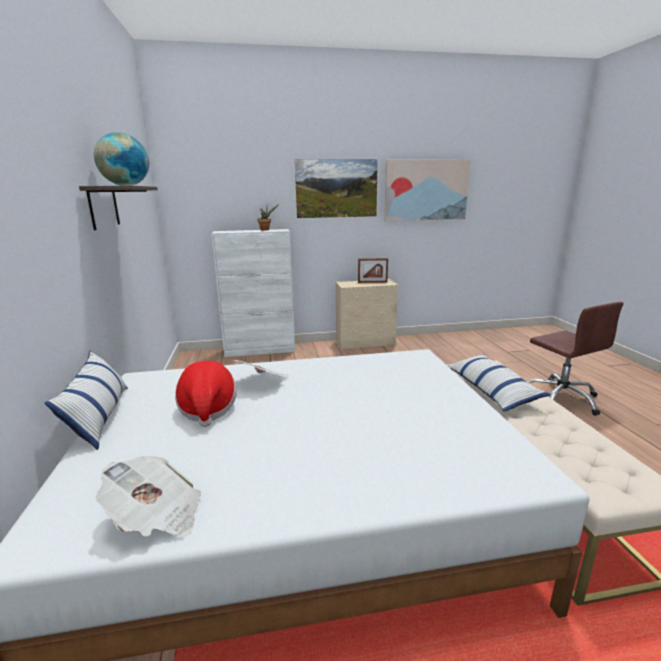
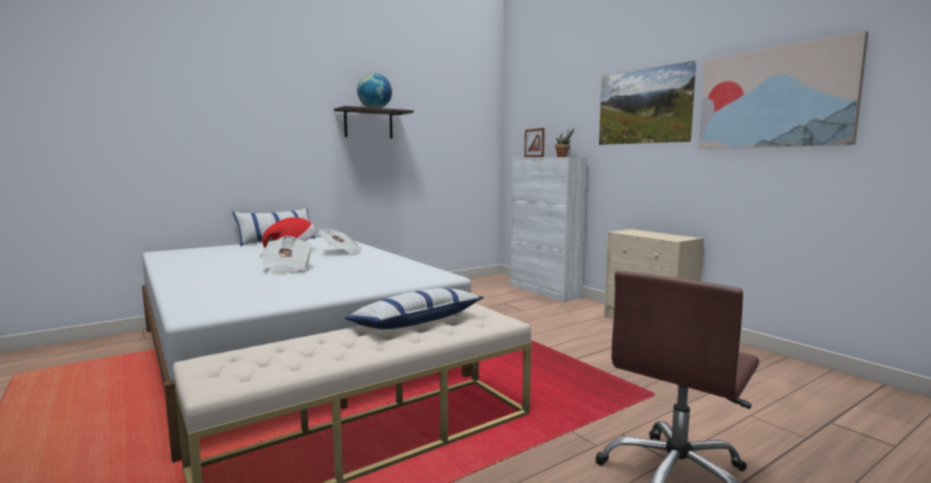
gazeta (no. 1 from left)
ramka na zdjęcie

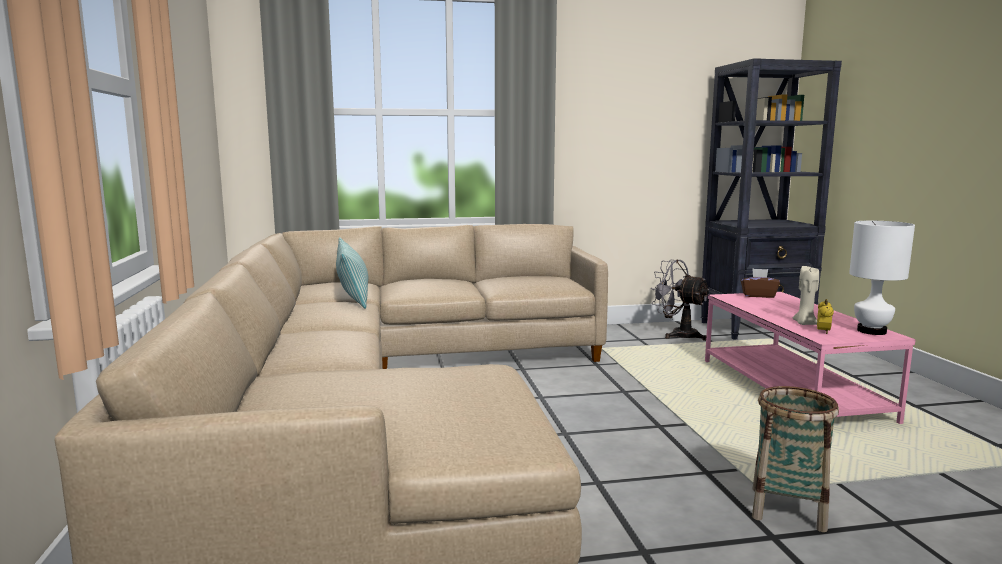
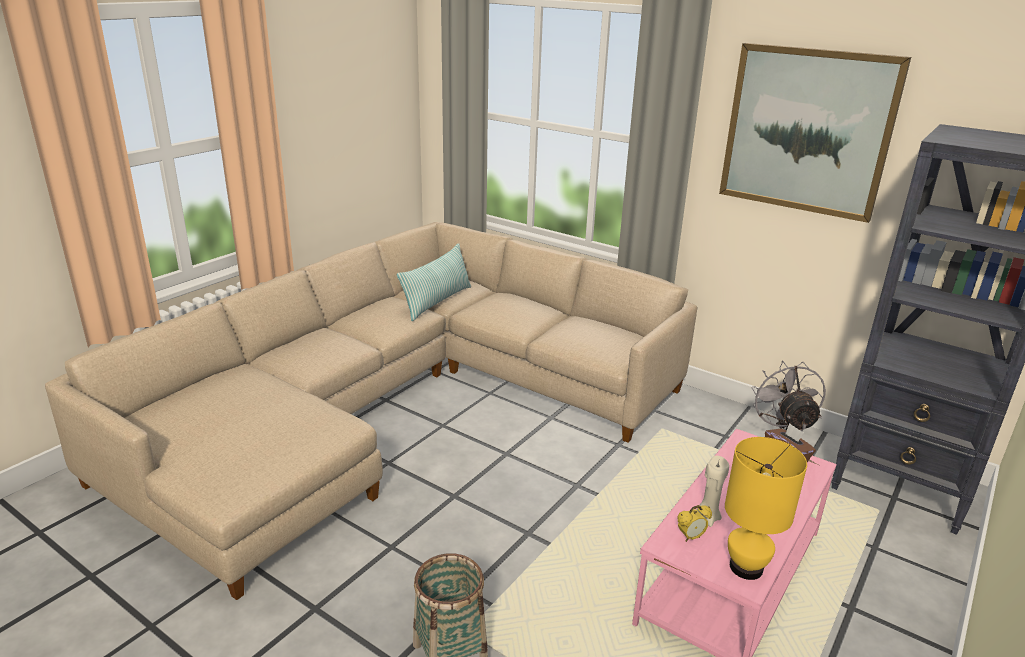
obraz
lampa stołowa [żółty]

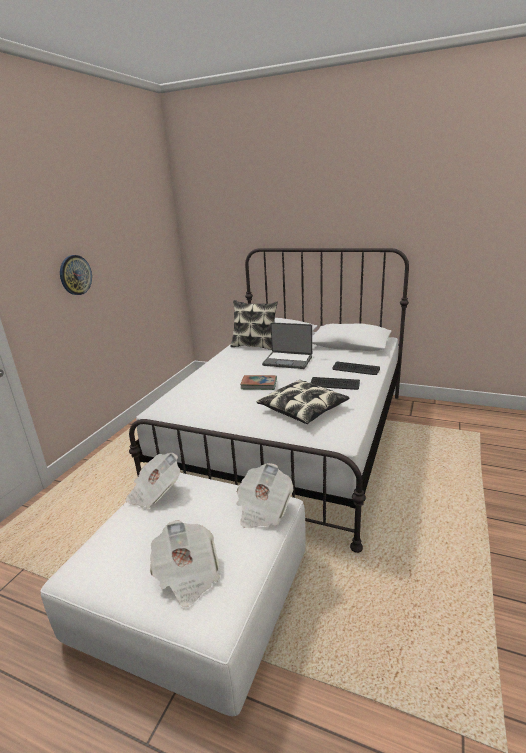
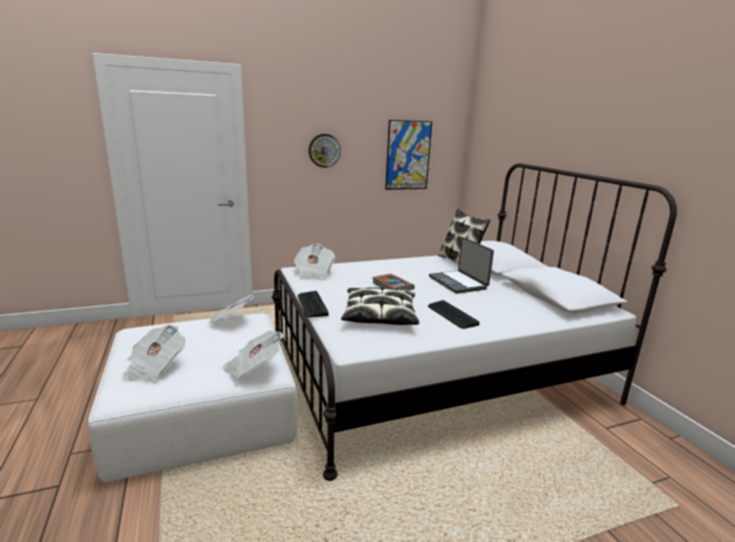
gazeta (no. 4 from left)
obraz
klawiatura (no. 1 from left)

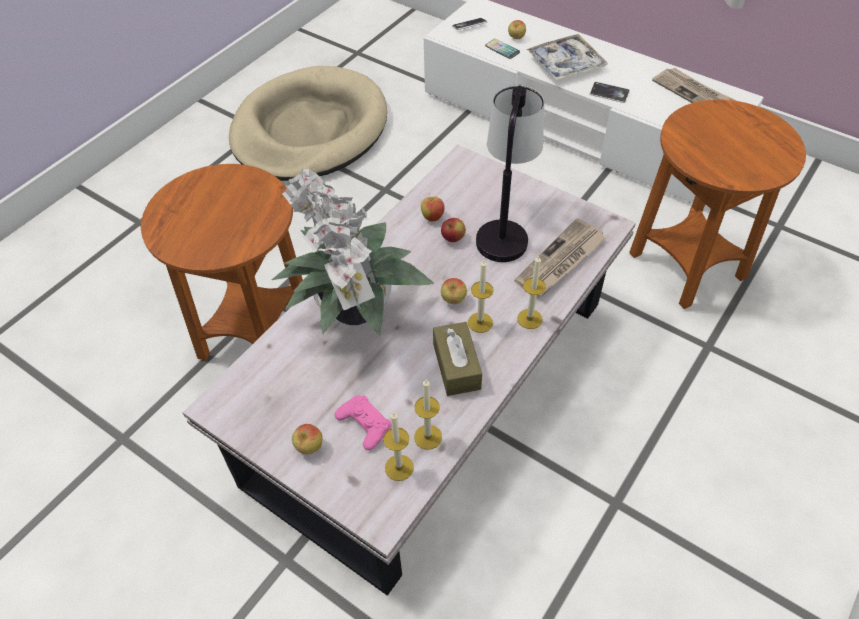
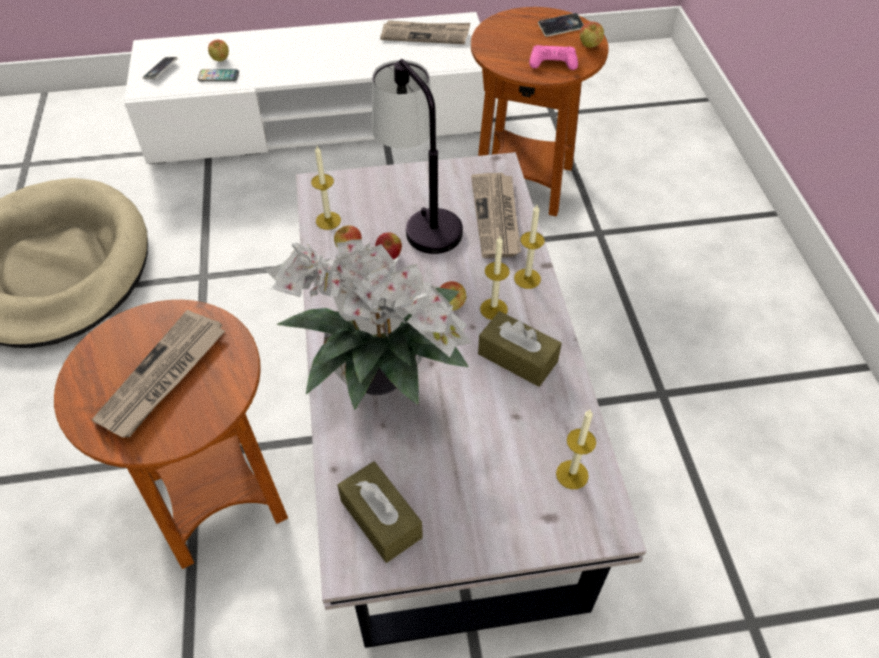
taca
gazeta (no. 1 from left)
pudełko chusteczek [brązowy] (no. 1 from left)
jabłko (no. 5 from left)
pad do gier [różowy]
świeca (no. 1 from left)
telefon (no. 3 from left)

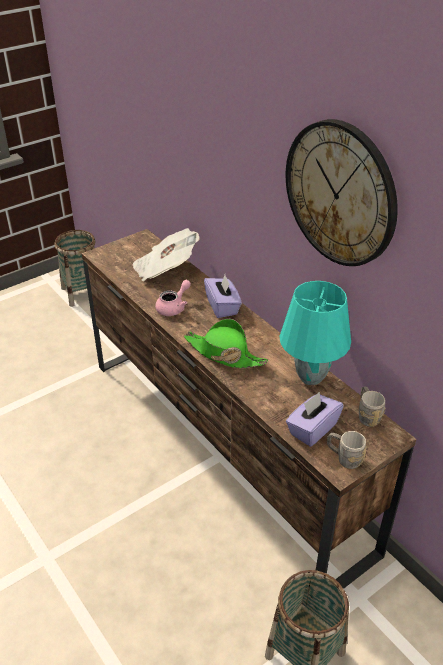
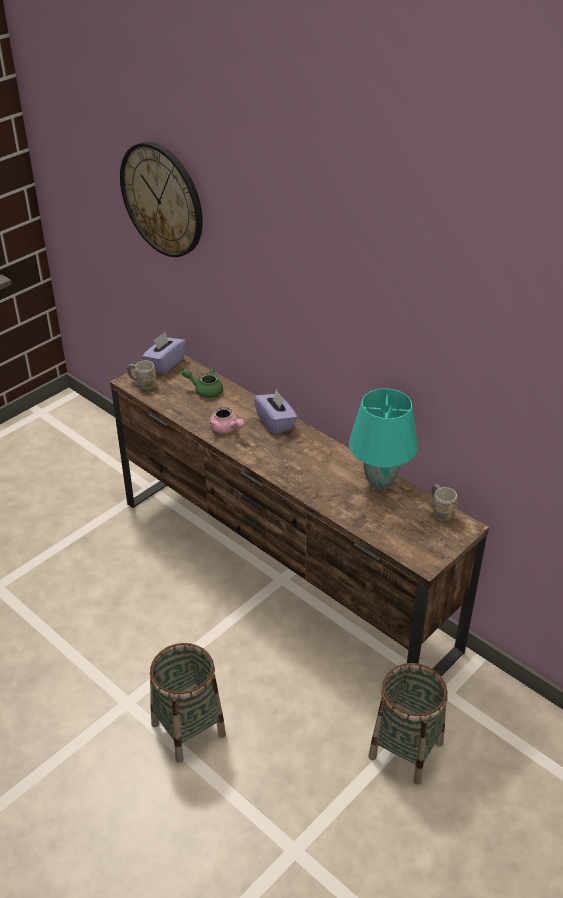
kapelusz [zielony]
koszyk (no. 1 from left)
zegar ścienny
pudełko chusteczek [fioletowy] (no. 1 from left)
kubek [szary] (no. 1 from left)
imbryk [zielony]
imbryk [różowy]

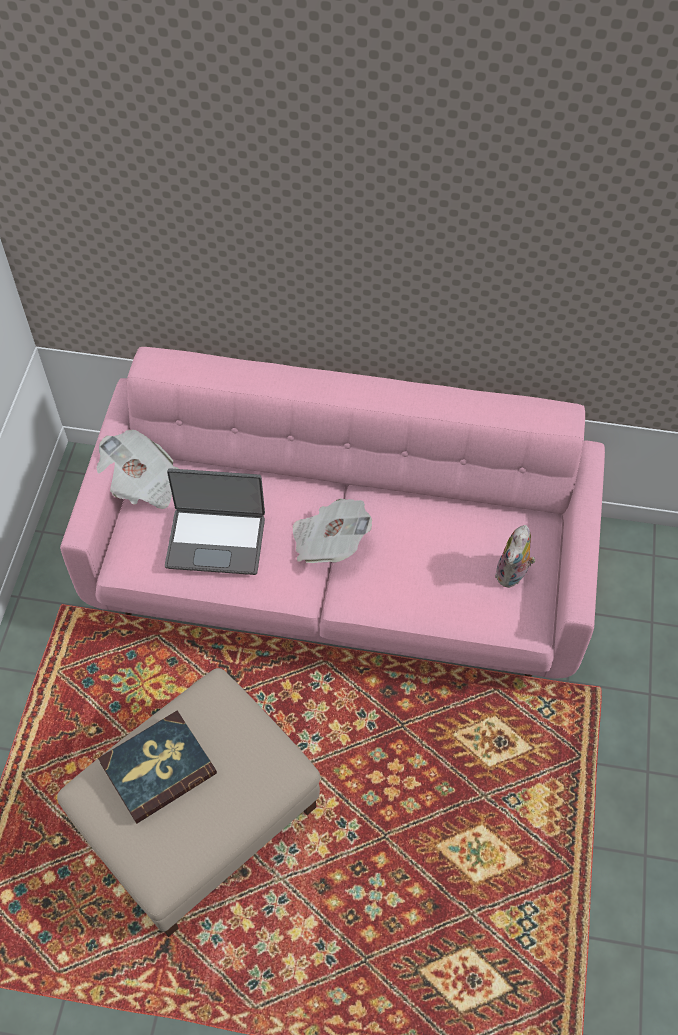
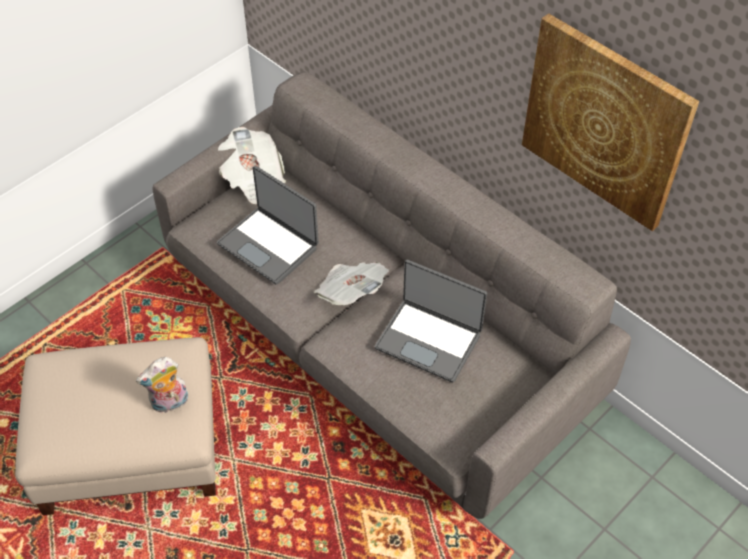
książka
laptop (no. 2 from left)
obraz
pluszak
kanapa [szary]

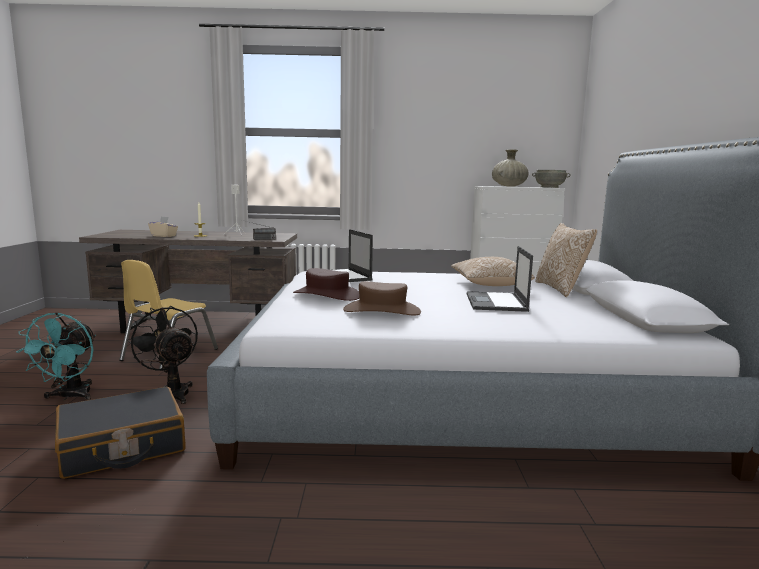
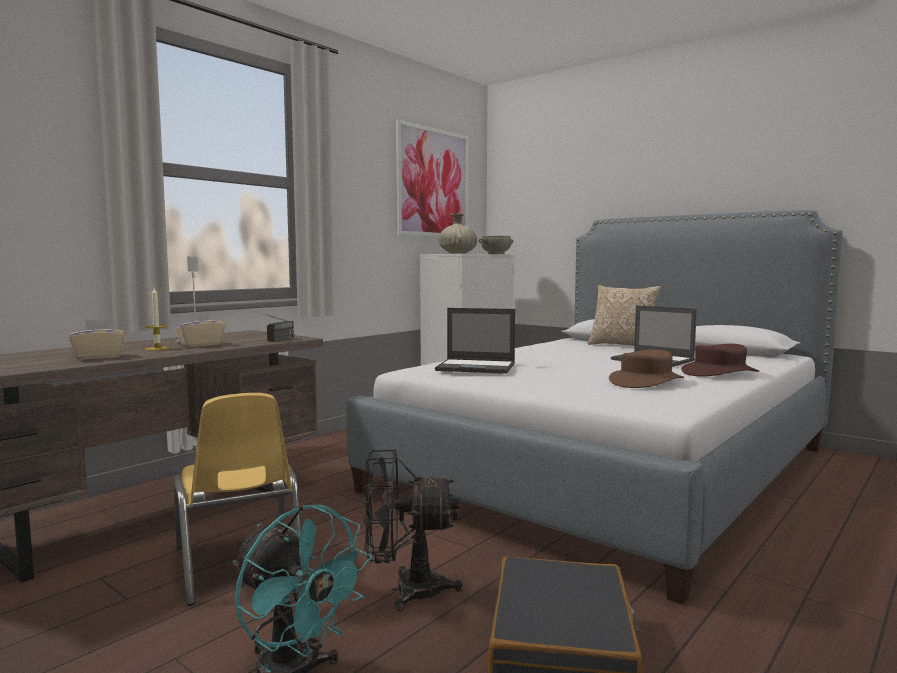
poduszka (no. 1 from left in the first image)
pudełko chusteczek [beżowy] (no. 2 from left)
obraz
kapelusz [brązowy] (no. 2 from left)

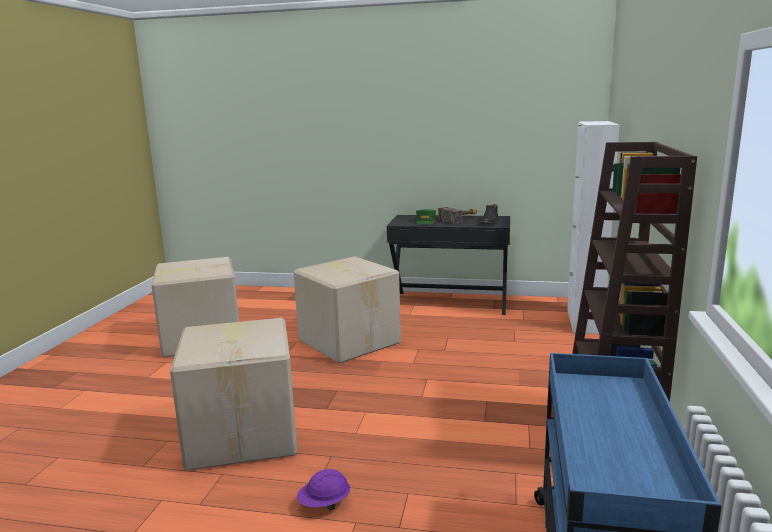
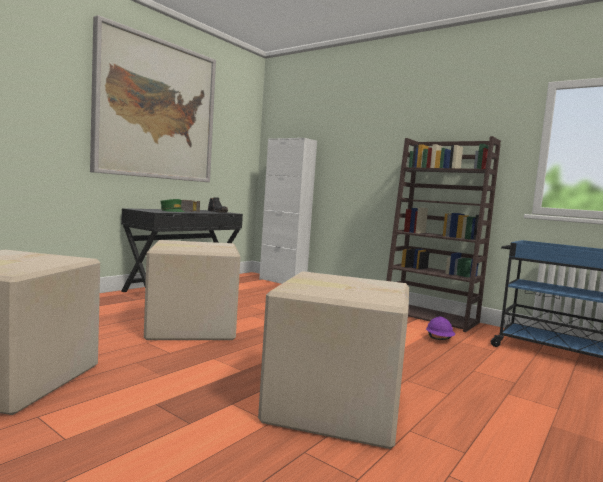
obraz
kask [fioletowy]

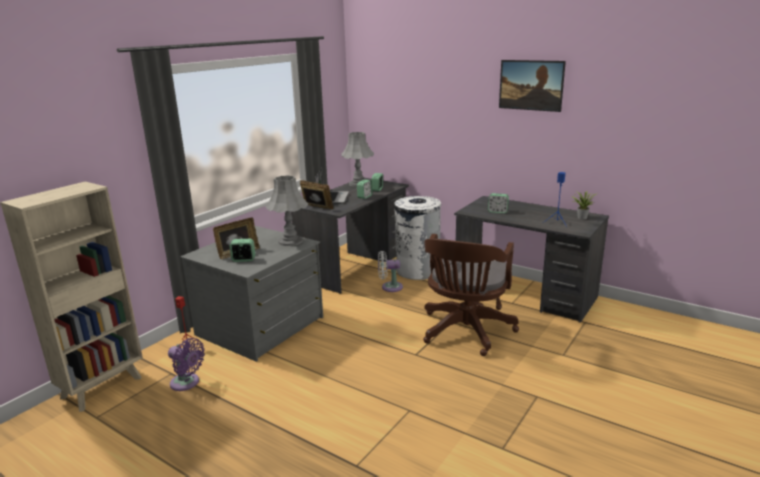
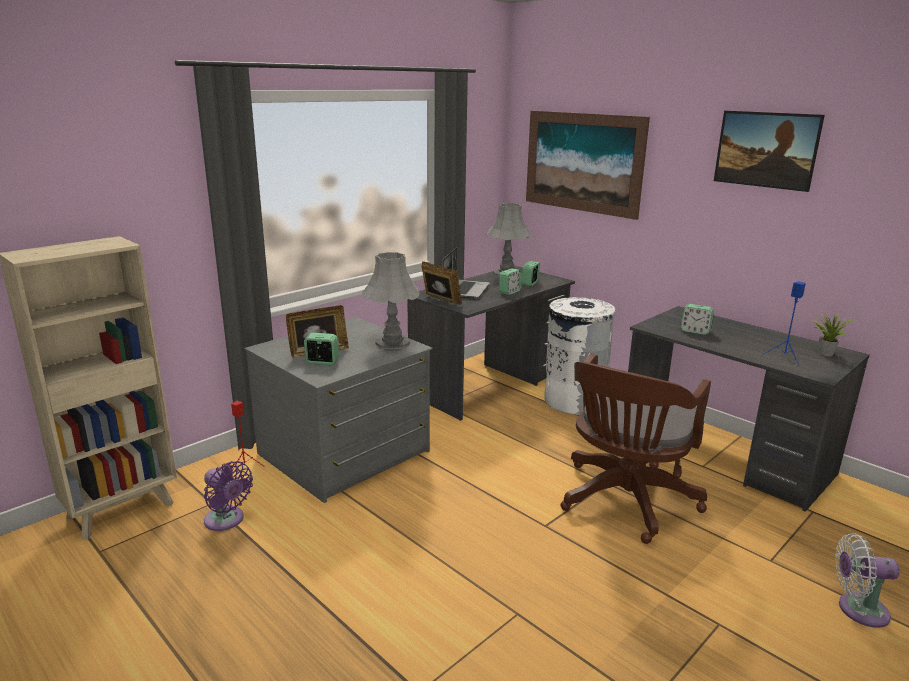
obraz (no. 1 from left)
wentylator [biały]

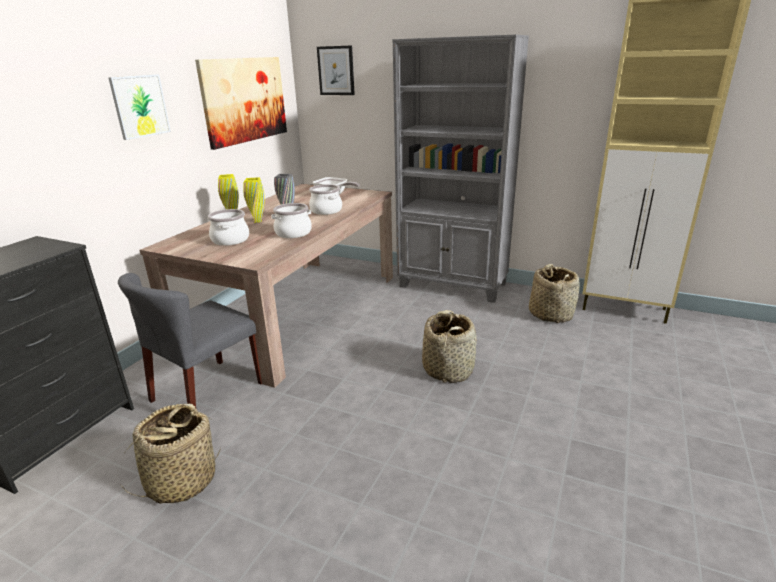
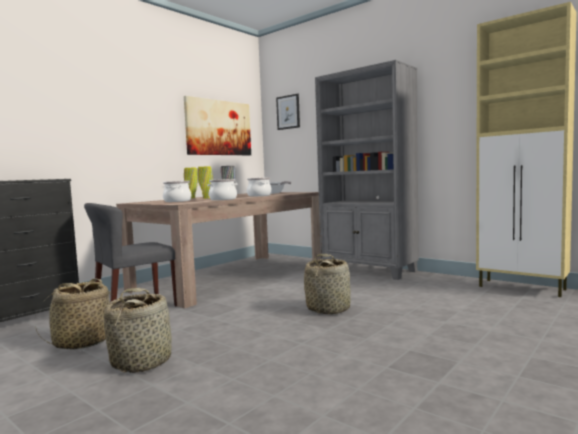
obraz (no. 1 from left in the first image)
koszyk (no. 2 from left)

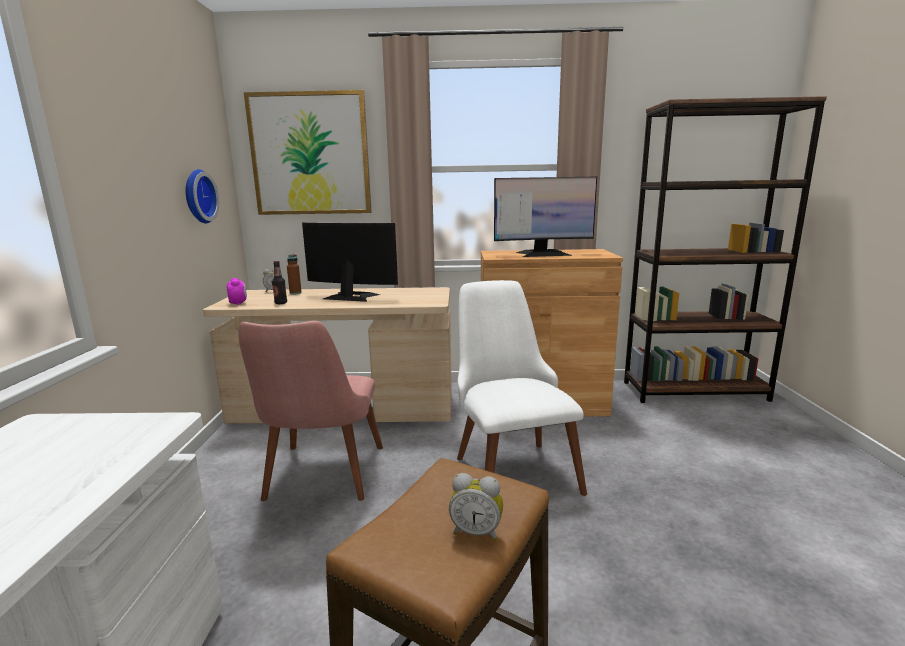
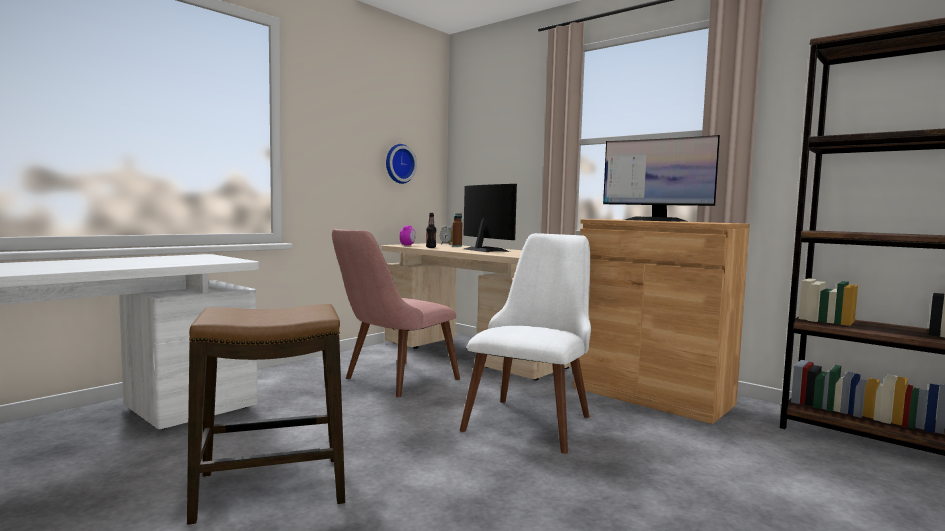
obraz
budzik (no. 3 from left in the first image)

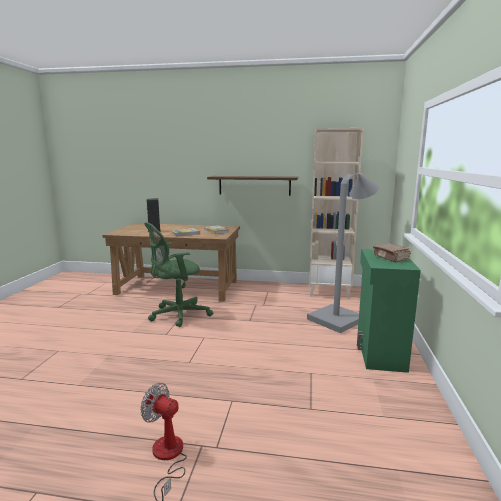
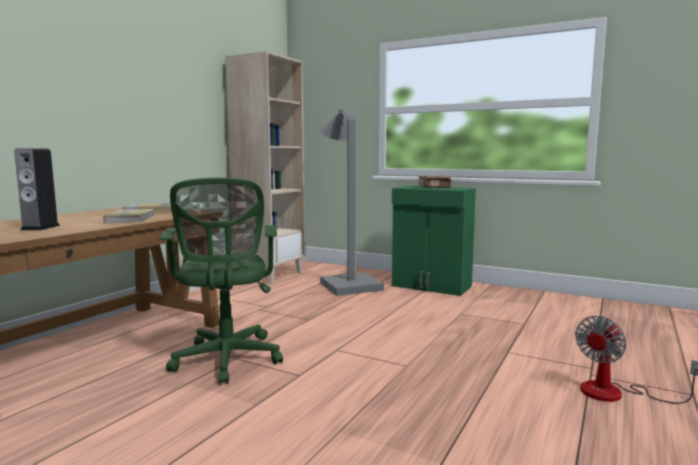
półka

